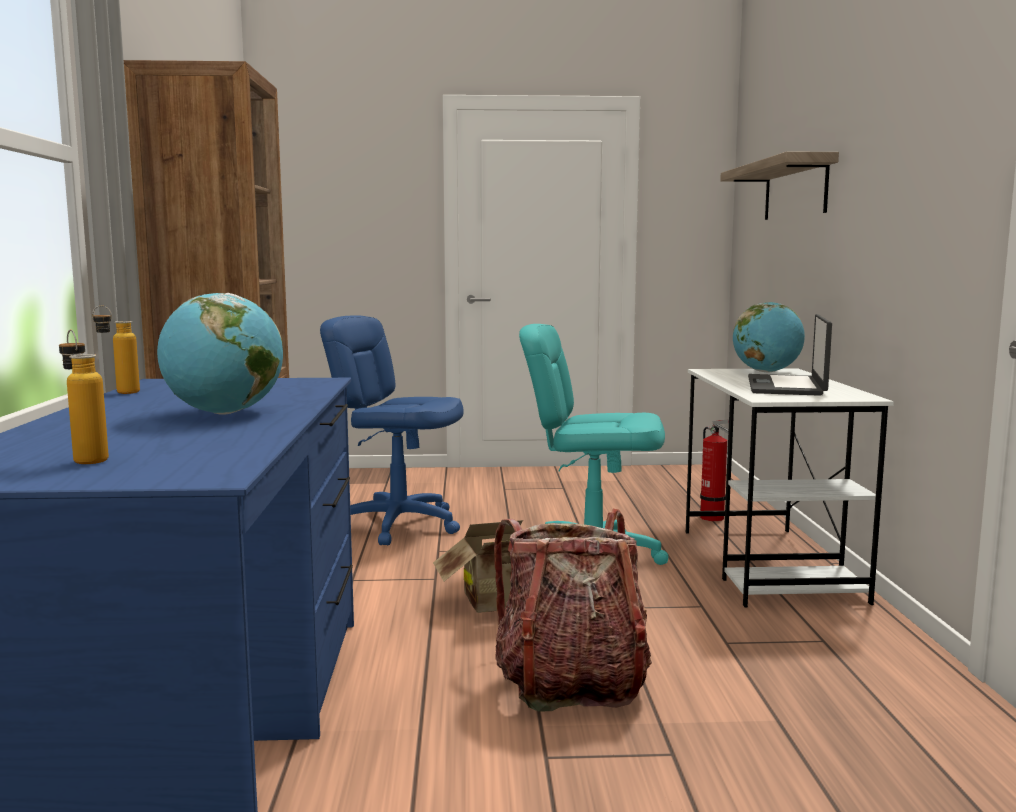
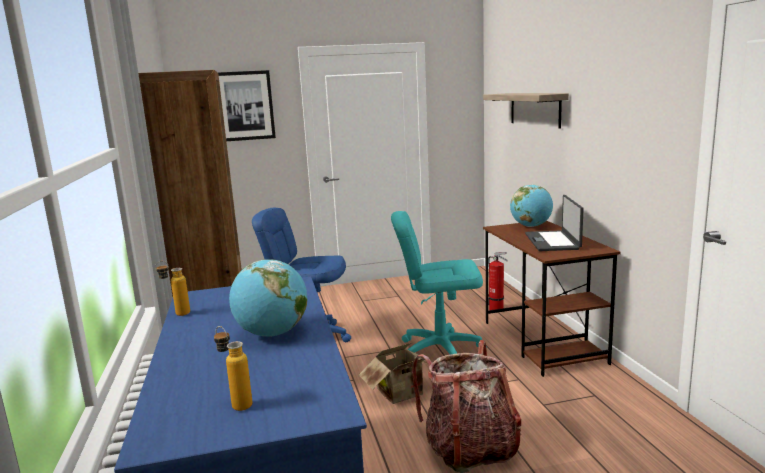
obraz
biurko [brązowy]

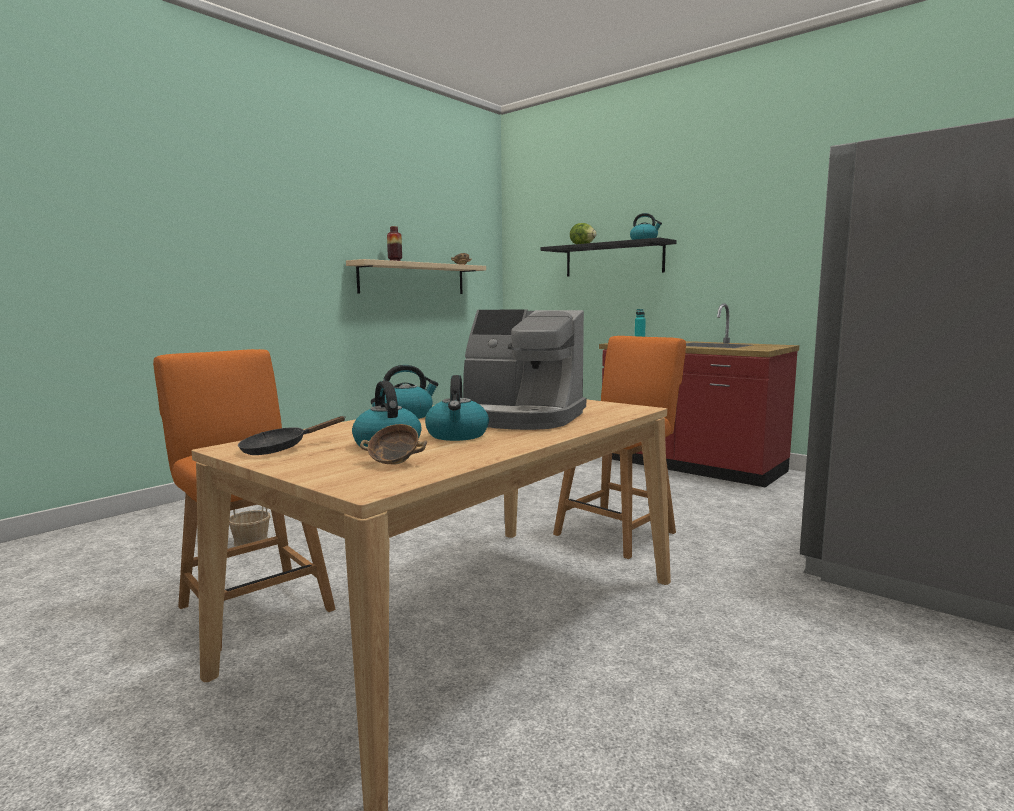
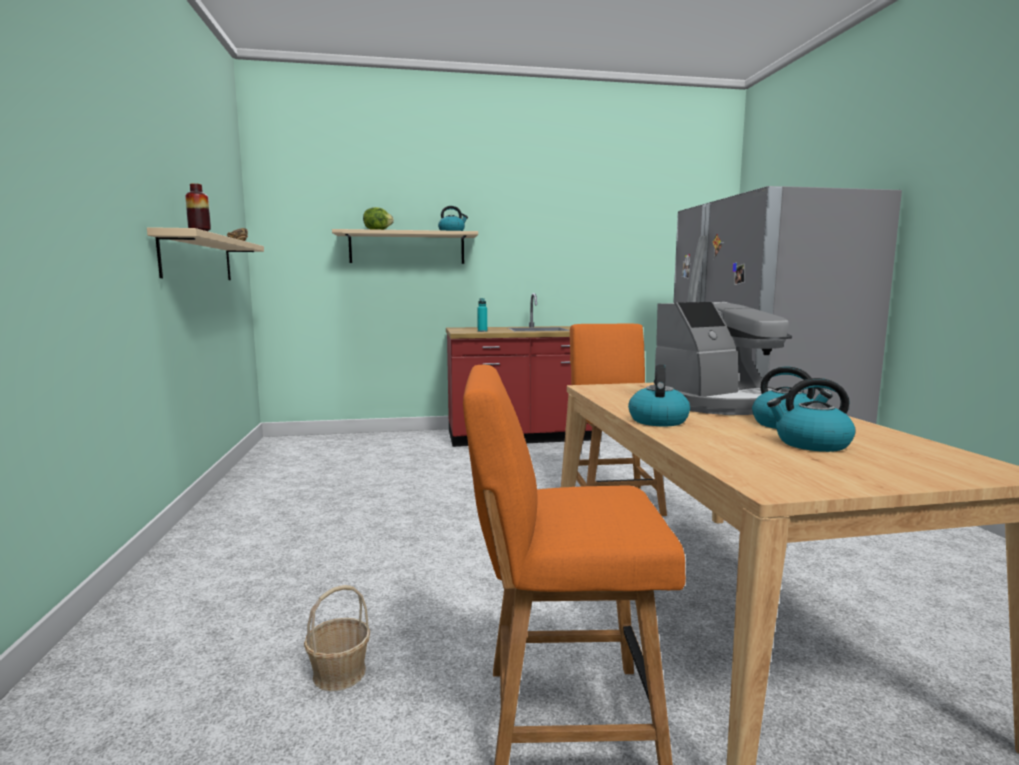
patelnia [czarny]
miska (no. 1 from left in the first image)
półka [beżowy] (no. 2 from left)

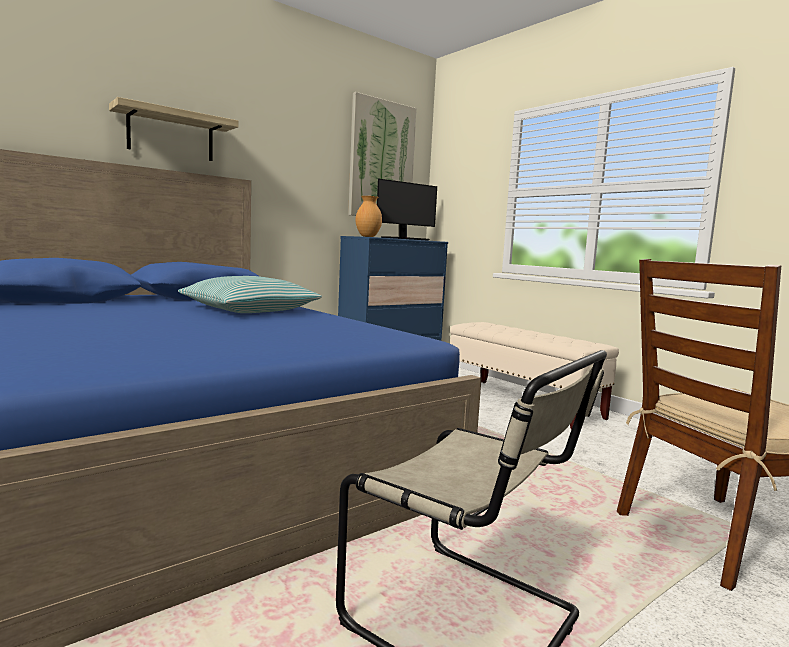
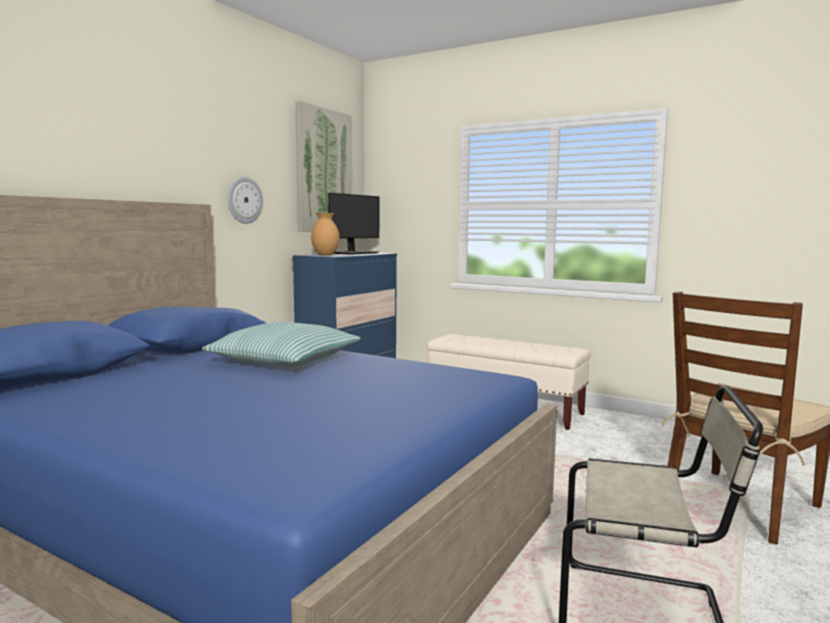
półka
zegar ścienny

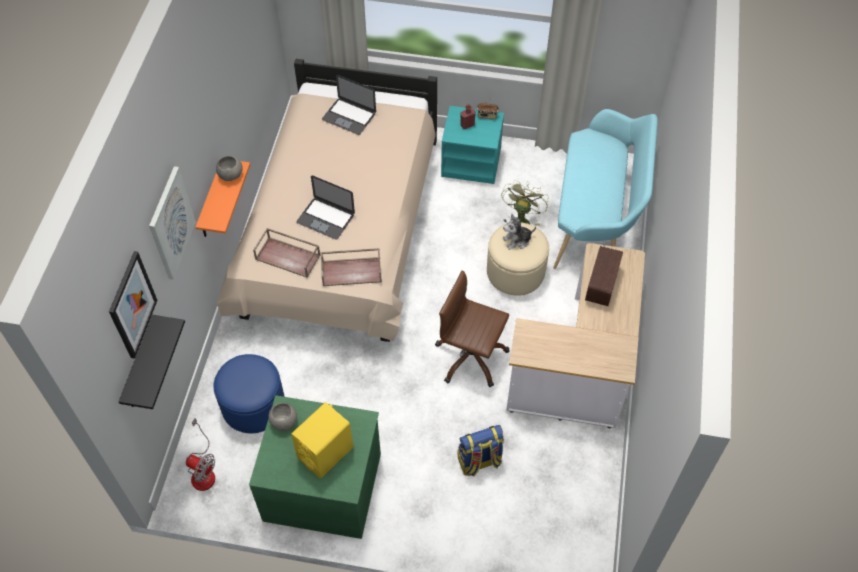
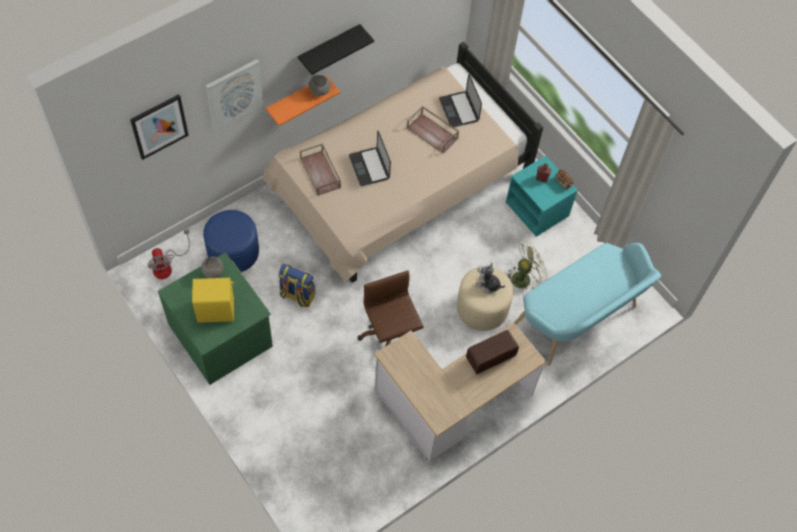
półka [czarny]
taca [brązowy] (no. 2 from left)
plecak

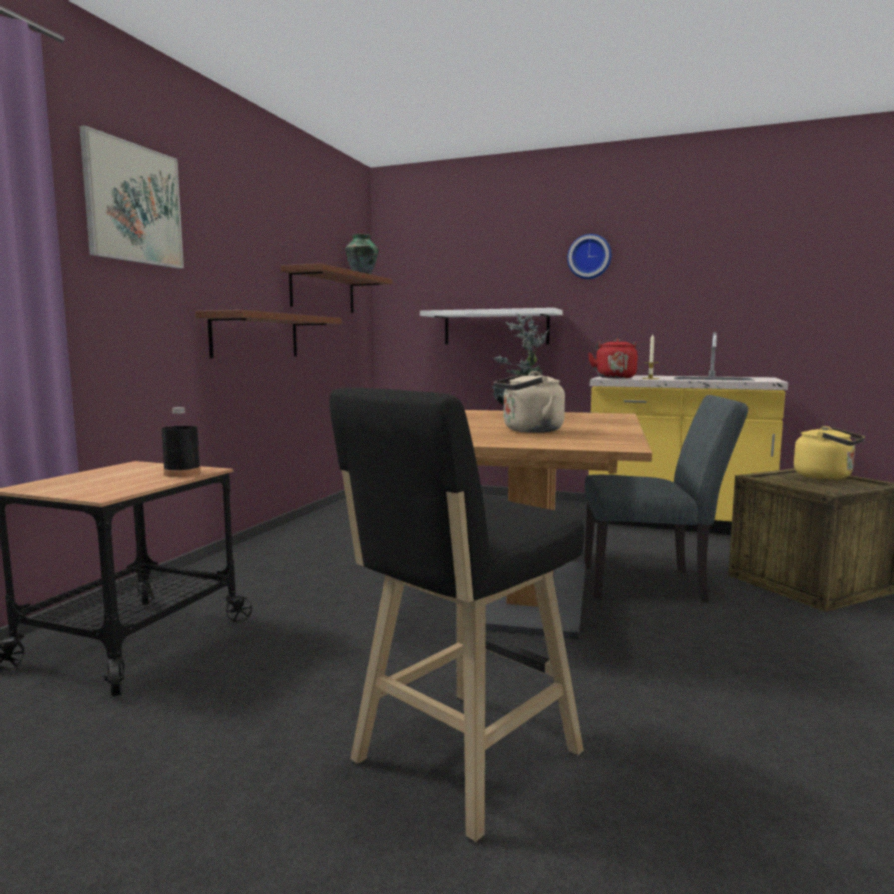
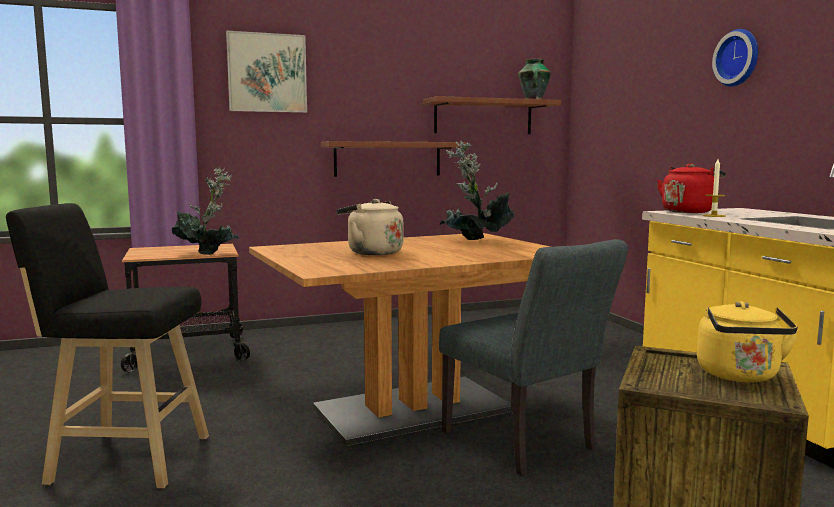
półka [biały]
roślina doniczkowa (no. 1 from left)

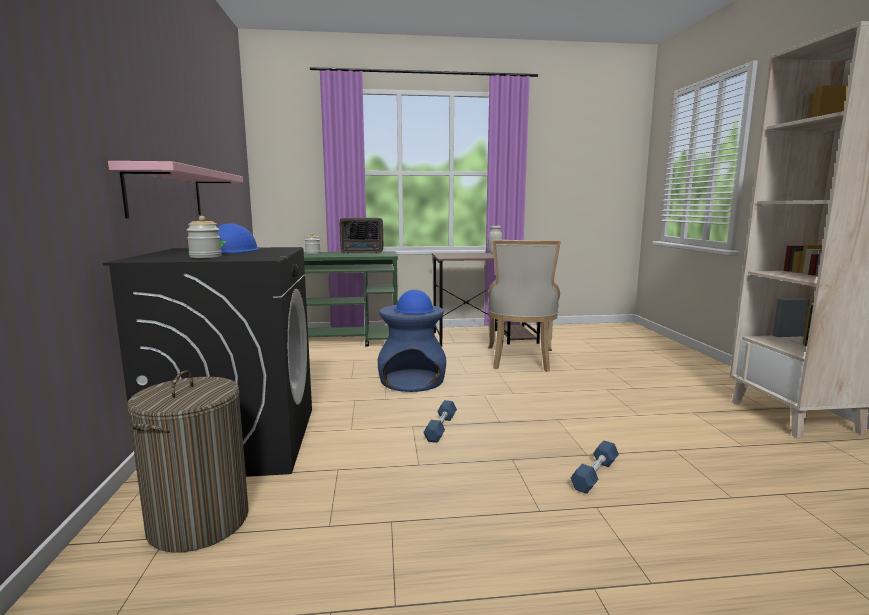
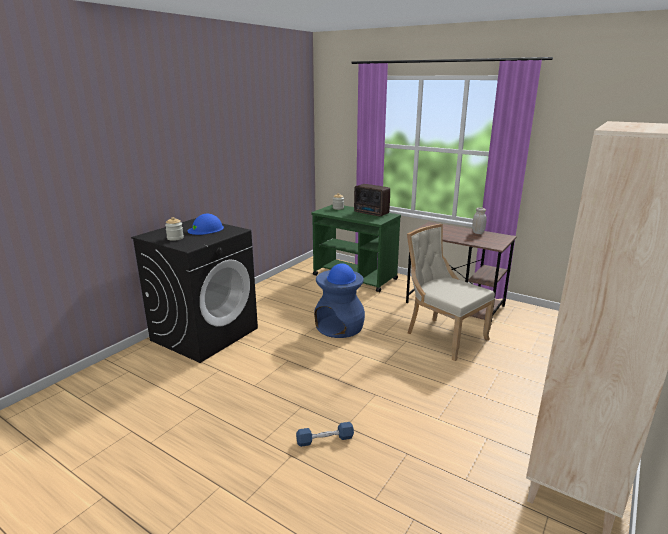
półka [różowy]
kosz na pranie
hantel [niebieski] (no. 1 from left in the first image)
krzesło [beżowy]

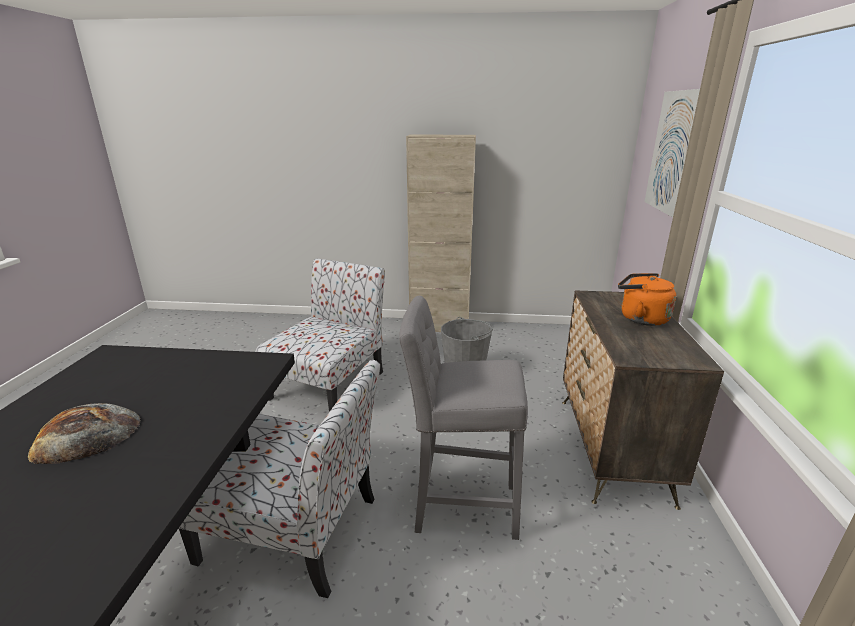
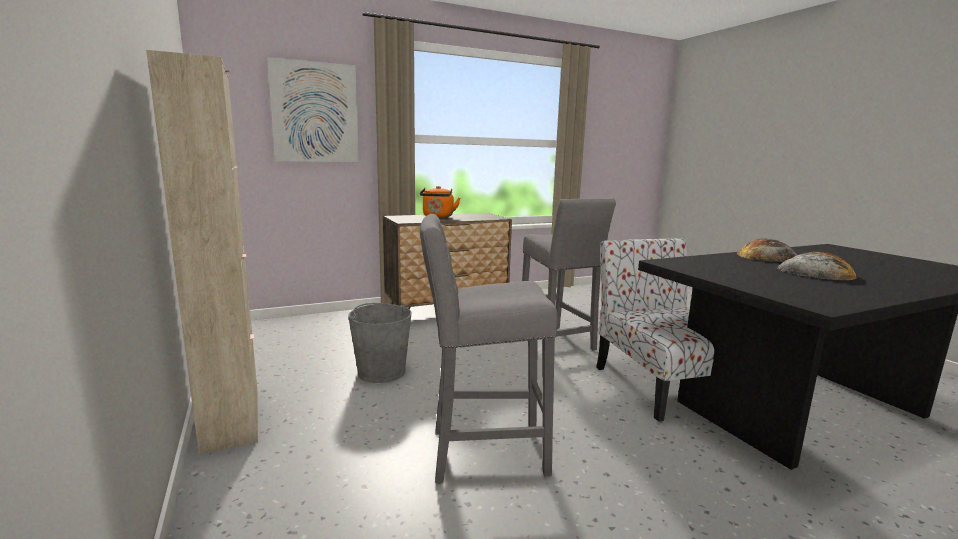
chleb (no. 1 from left)
stołek [szary] (no. 1 from left)

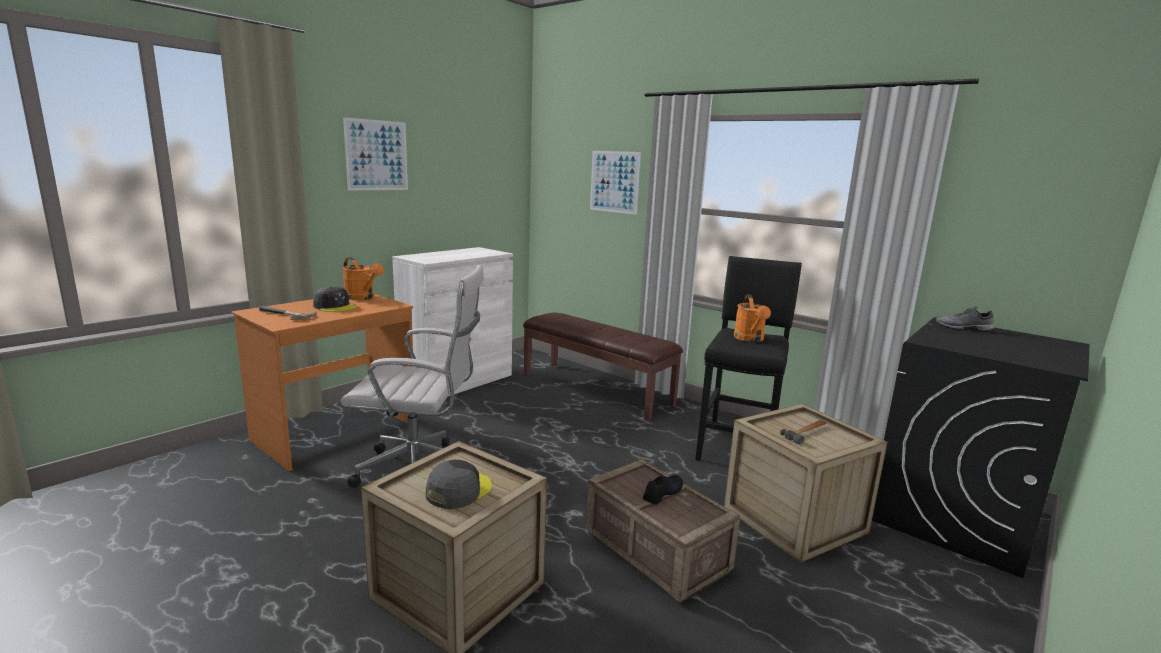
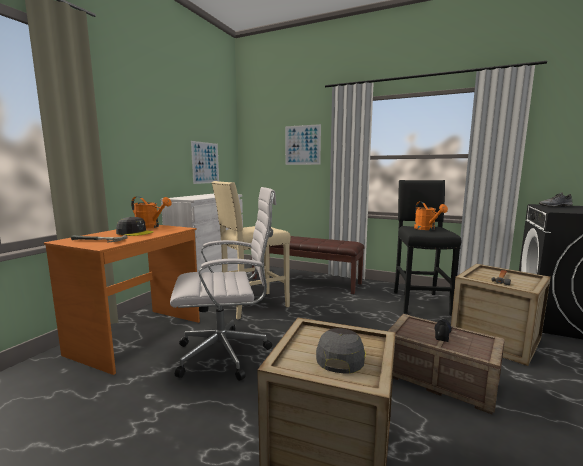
stołek [beżowy]
obraz (no. 1 from left)

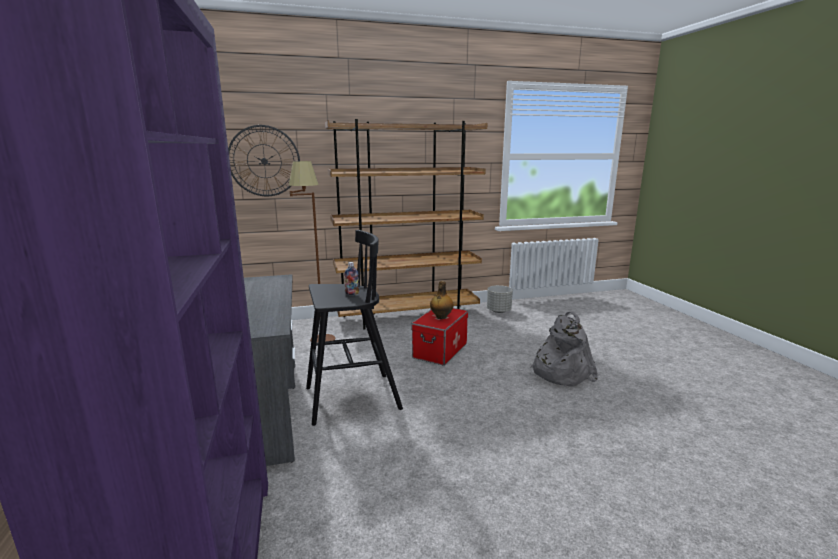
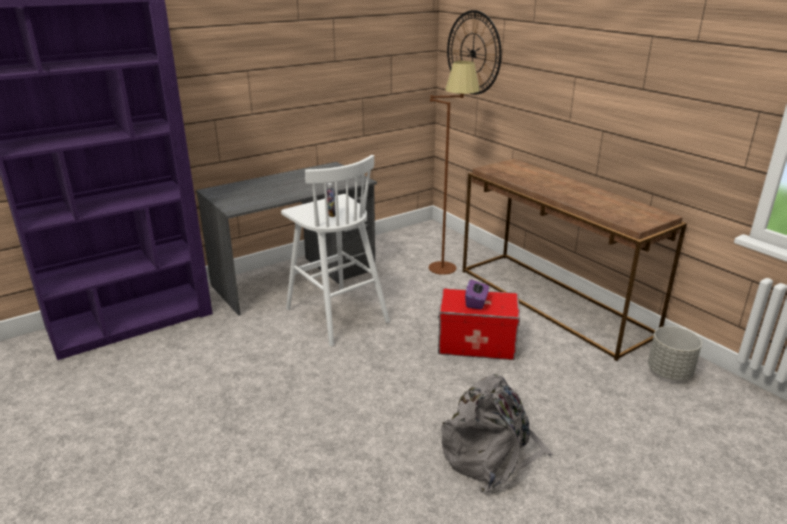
stolik konsolowy [brązowy]
pudełko chusteczek [fioletowy]
stołek [biały]

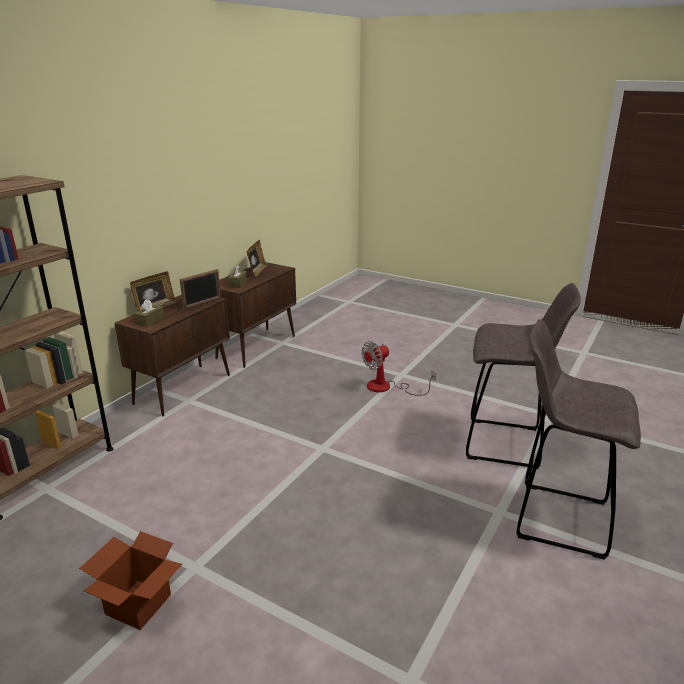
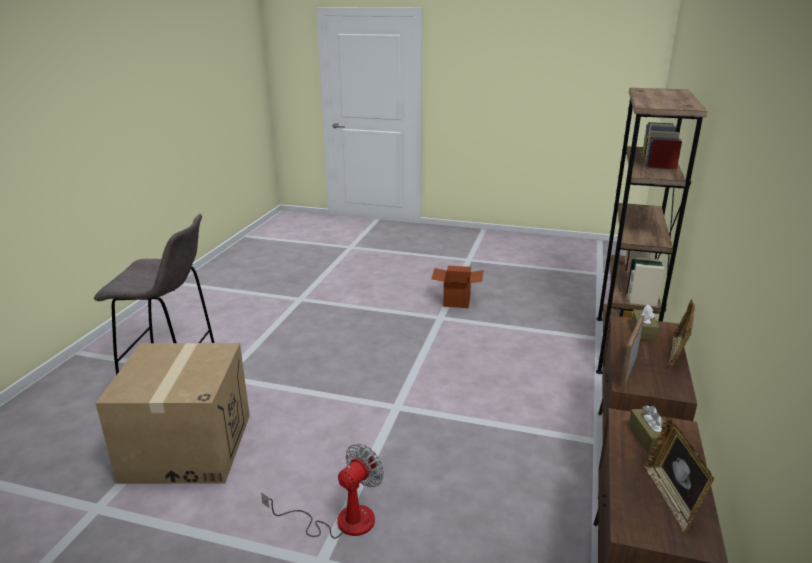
karton (no. 1 from left)

